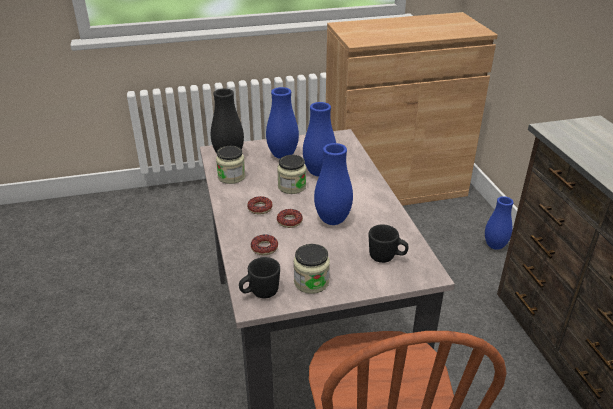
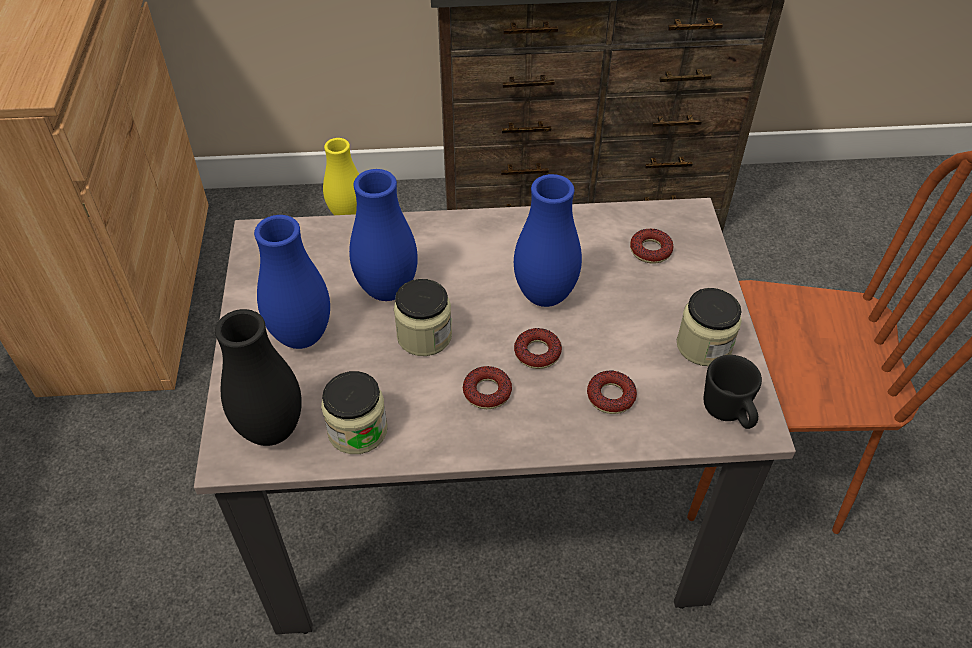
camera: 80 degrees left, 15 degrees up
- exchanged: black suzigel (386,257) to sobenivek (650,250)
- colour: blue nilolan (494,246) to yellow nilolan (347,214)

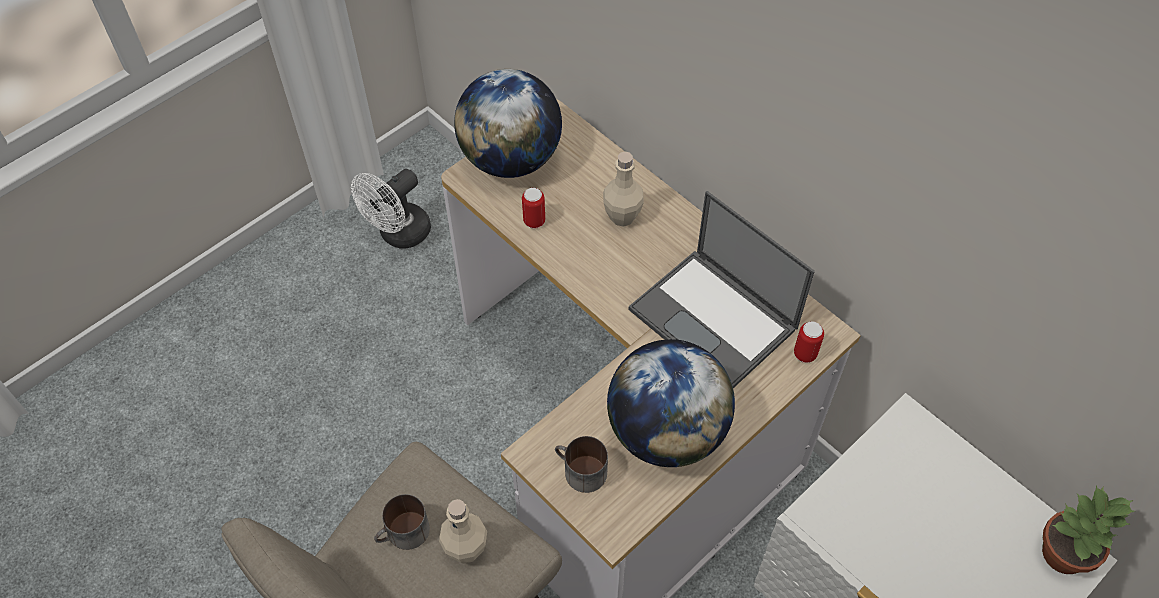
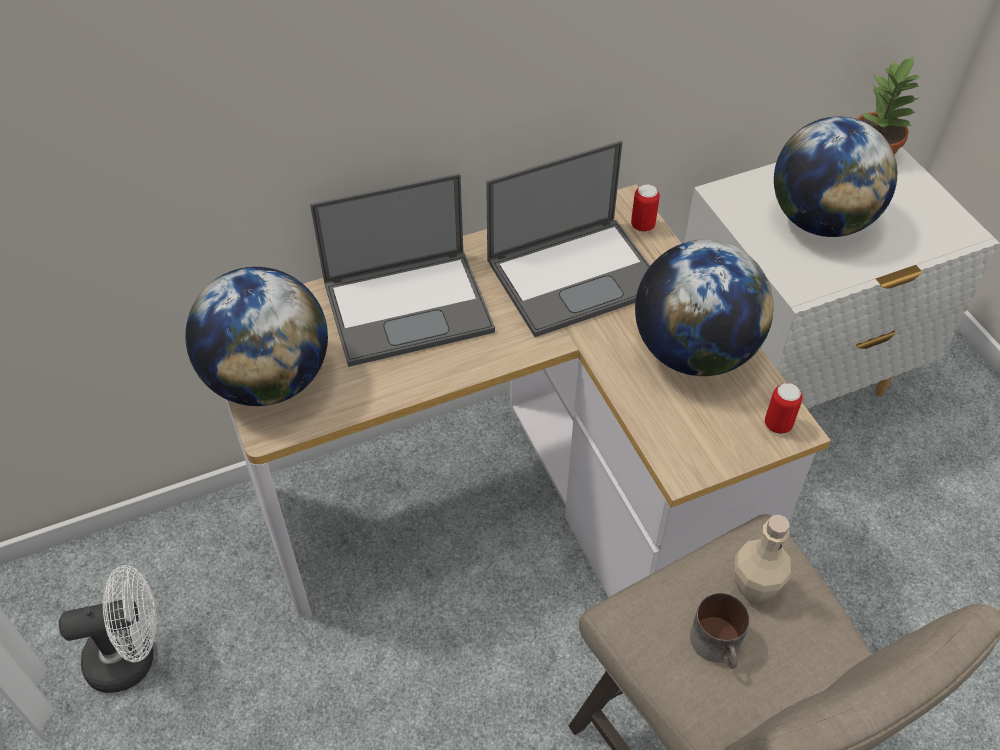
camera: 70 degrees left, 5 degrees down
- spun: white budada (399,235) = (132,657) 75 degrees counterclockwise
- relocated: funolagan (534,221) to (778,425)
- missing: suzigel (579,472)
- exchanged: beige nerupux (622,216) to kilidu (410,306)
- appeared: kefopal (820,220)

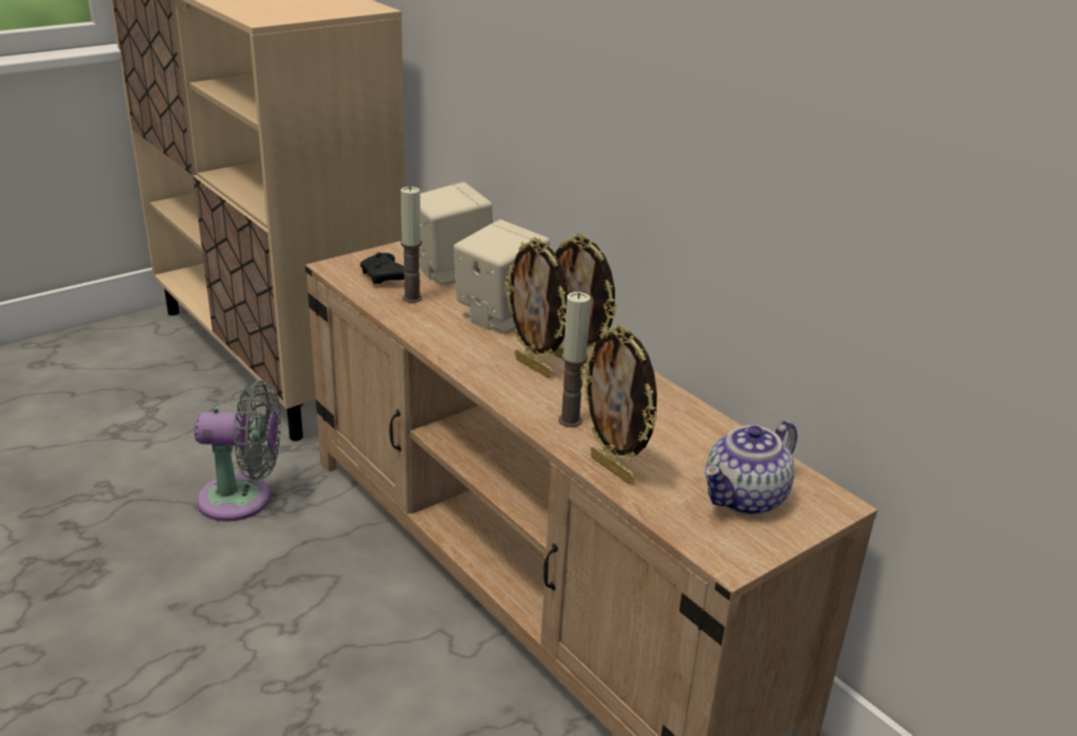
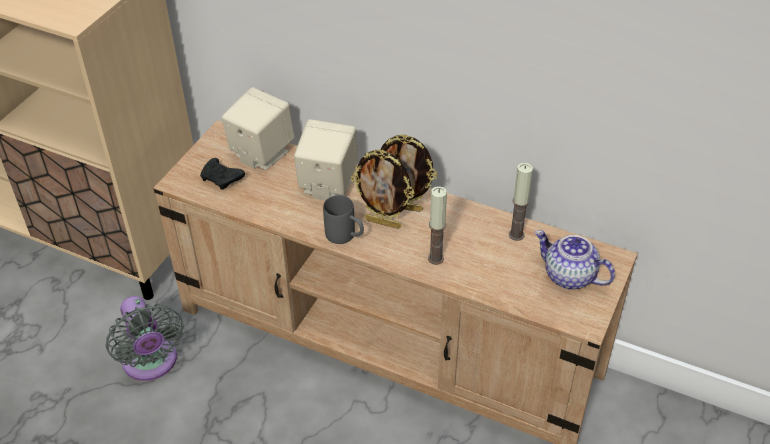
camera: 25 degrees left, 15 degrees up
- spun: grey budada (243,499) = (151,363) 90 degrees clockwise
- relocated: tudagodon (412,298) to (516,235)
- missing: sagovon (613,469)
- spun: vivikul (745,498) = (568,276) 105 degrees clockwise
- appeared: grey suzigel (345,237)

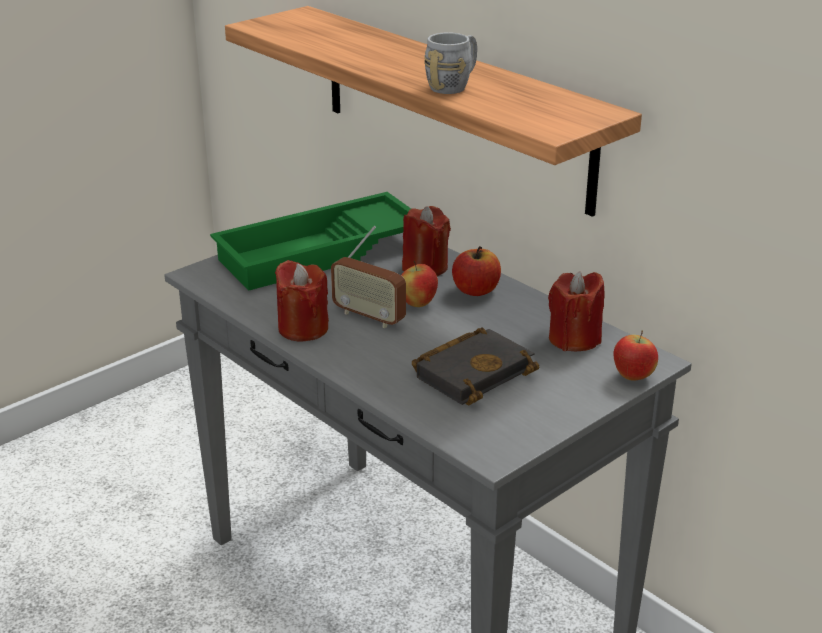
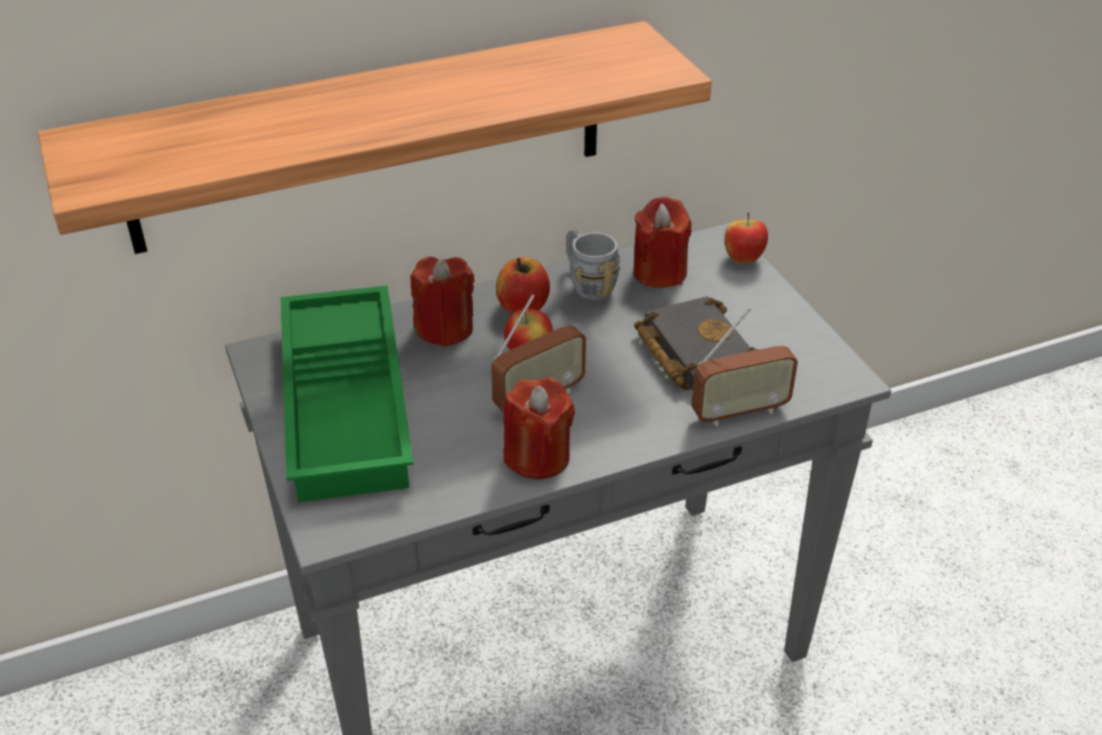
camera: 70 degrees left, 10 degrees up
- relocated: grey suzigel (454,85) to (587,283)
- appeared: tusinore (739,412)

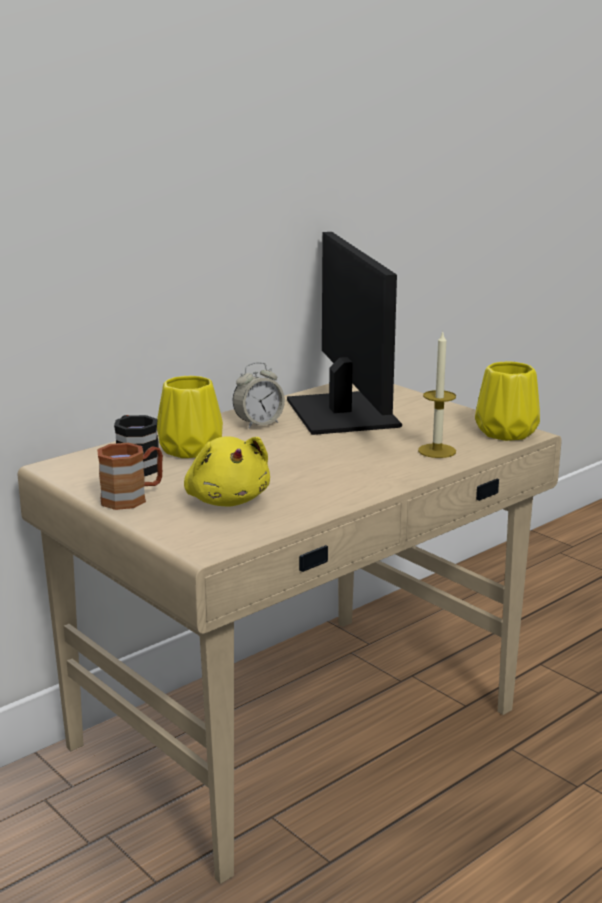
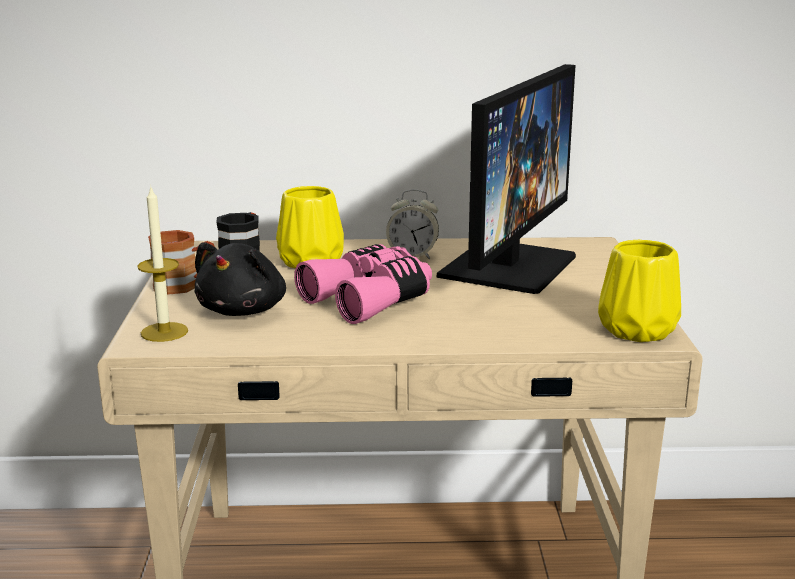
camera: 40 degrees right, 0 degrees up
- colour: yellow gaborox (227,500) to black gaborox (244,310)
- relocated: tudagodon (437,451) to (164,332)
- appeared: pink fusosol (370,299)

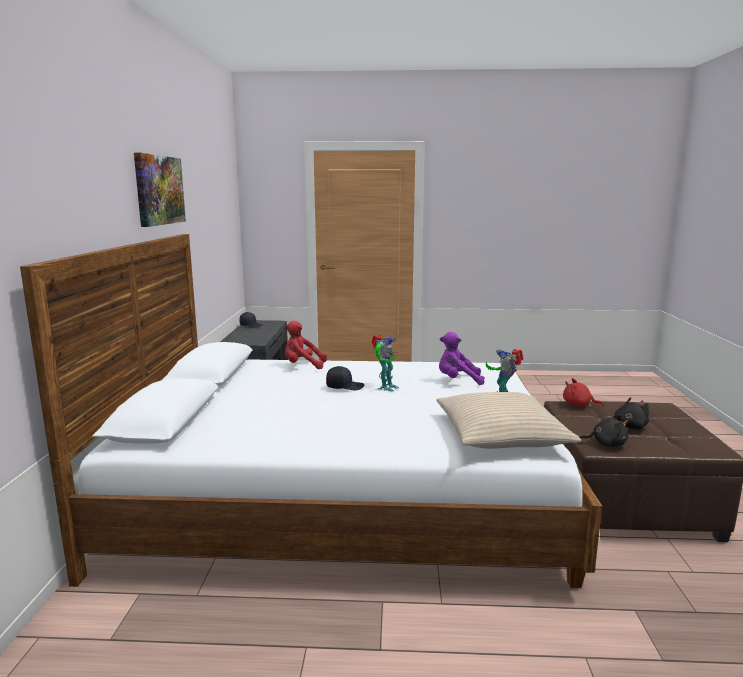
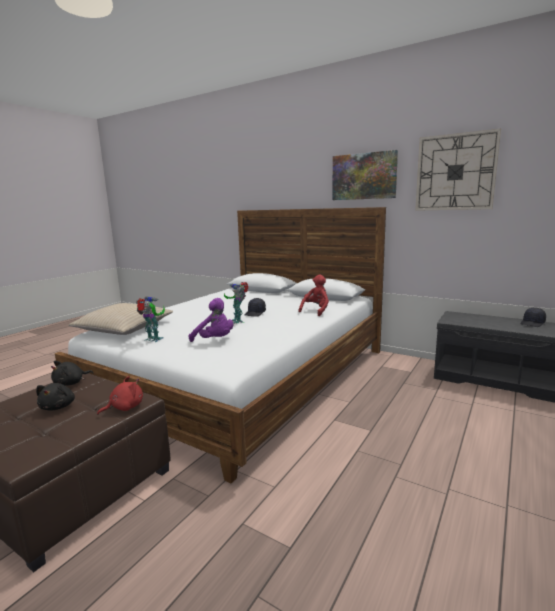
camera: 120 degrees right, 0 degrees up
- spun: purple gaborox (458,381) = (215,340) 90 degrees clockwise
- appeared: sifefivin (455,172)

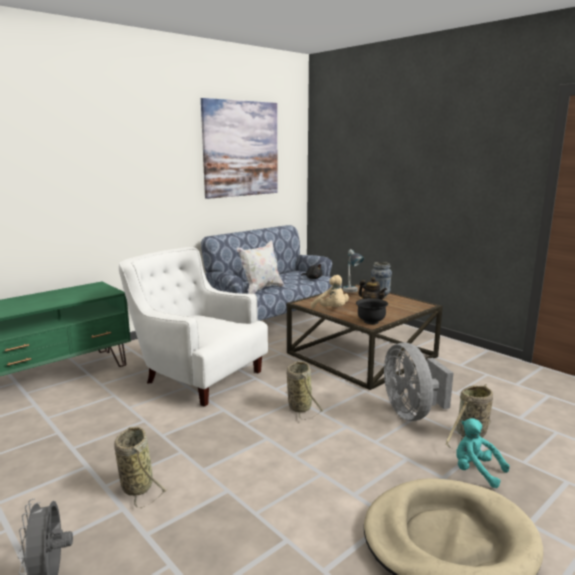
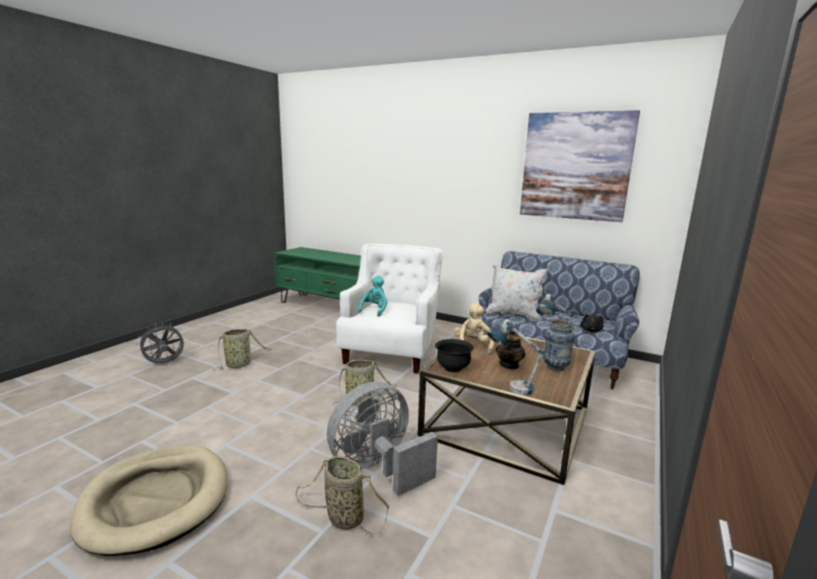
camera: 70 degrees right, 0 degrees up
- spun: beige gaborox (332,310) = (473,346) 150 degrees clockwise
- relocated: turquoise gaborox (476,471) to (374,310)
- appeared: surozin (510,388)

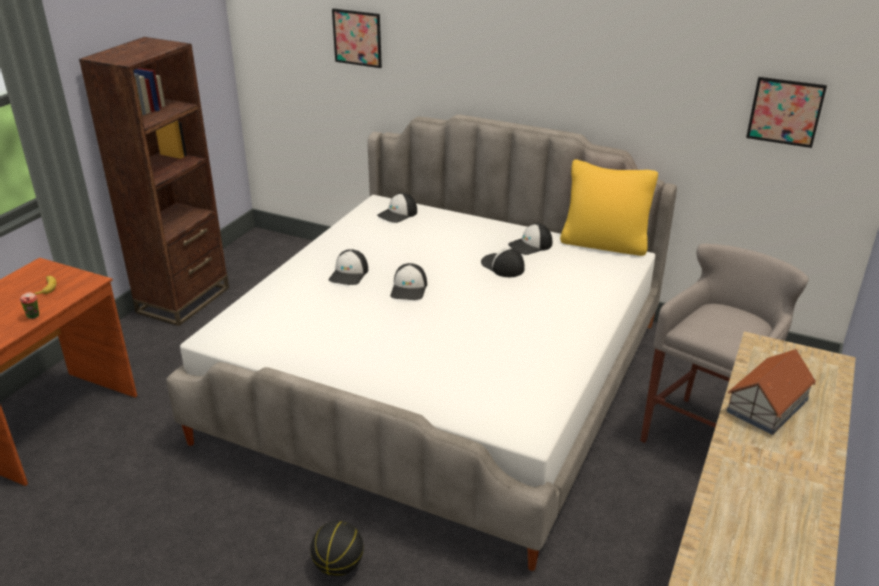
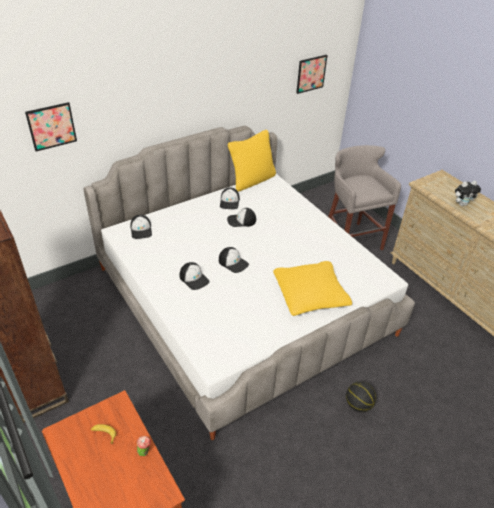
camera: 60 degrees left, 10 degrees up
- exchanged: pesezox (768,405) to gaborox (462,204)
- appeared: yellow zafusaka (310,295)

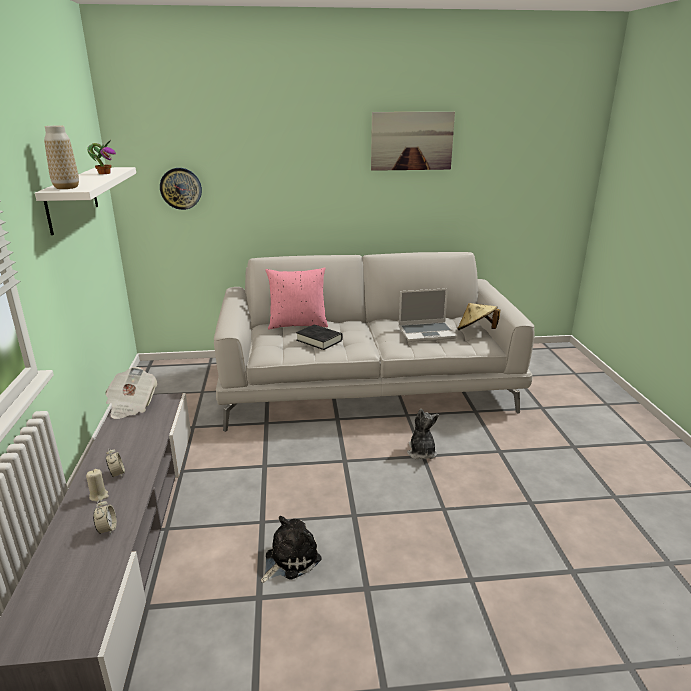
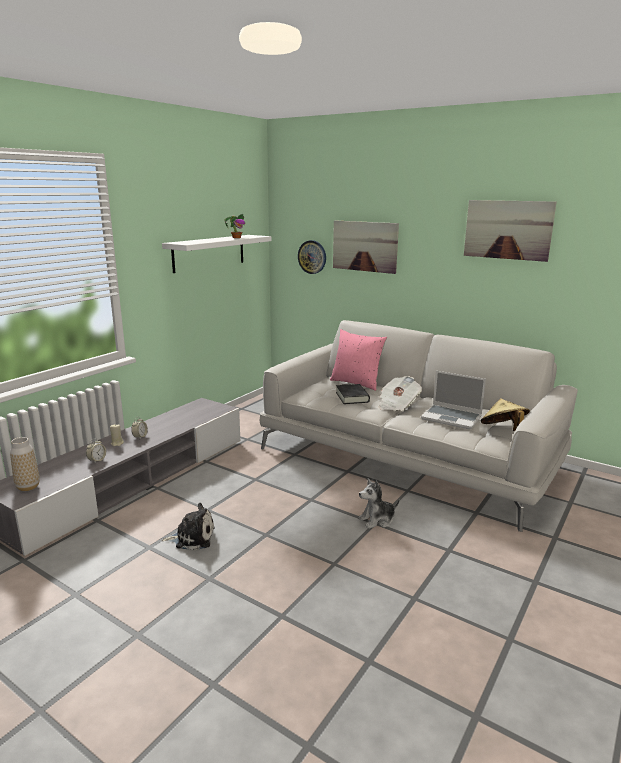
camera: 40 degrees right, 5 degrees down
- relocated: nilolan (66,188) to (28,487)
- relocated: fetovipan (131,405) to (397,405)
- spun: gaborox (421,452) = (377,520) 150 degrees counterclockwise
- appeared: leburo (364,246)

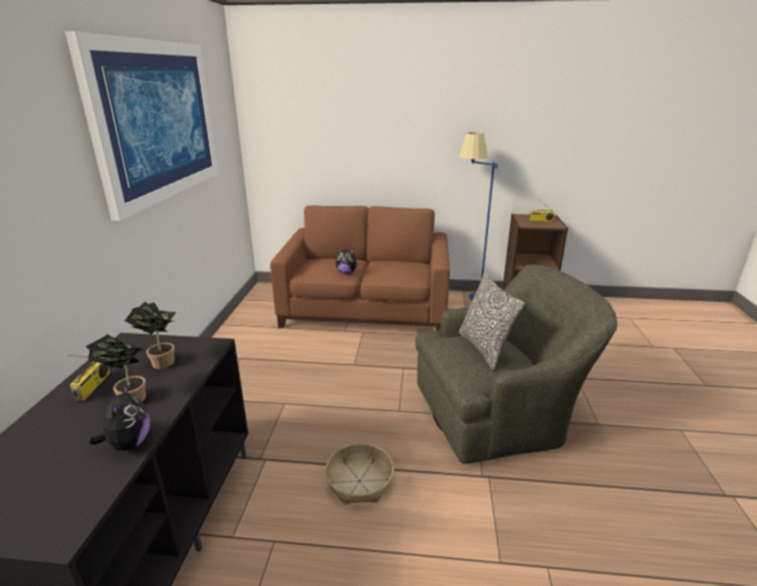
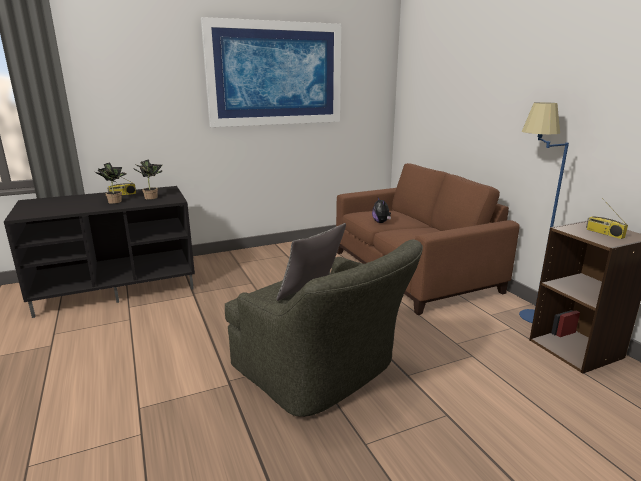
camera: 60 degrees right, 5 degrees down
- missing: gaborox (129,443)
- missing: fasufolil (359,481)

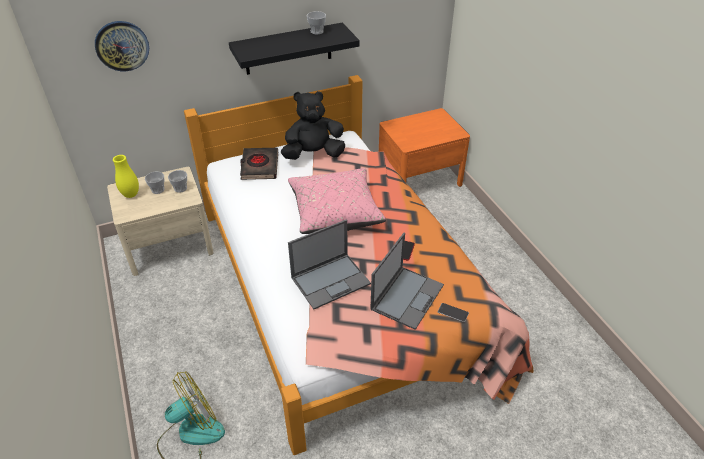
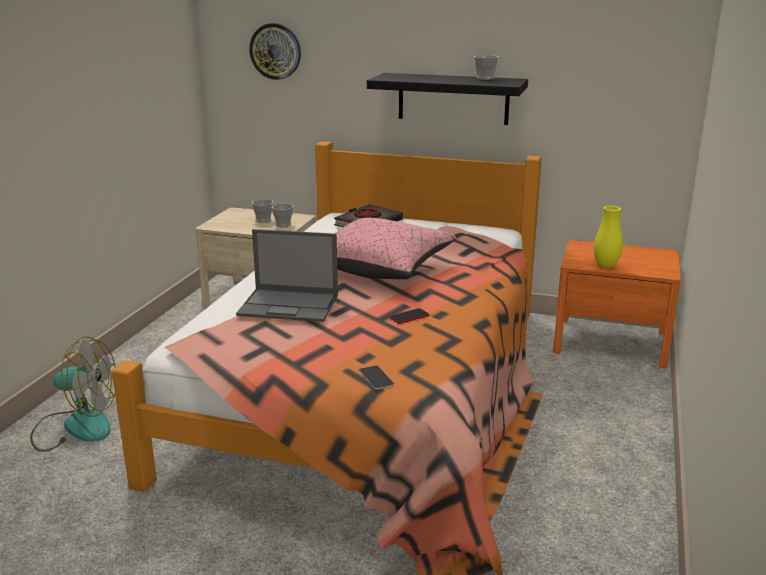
camera: 40 degrees right, 20 degrees down
- relocated: yellow nilolan (131,195) to (605,266)
- missing: black gaborox (313,154)
- missing: kilidu (407,296)

